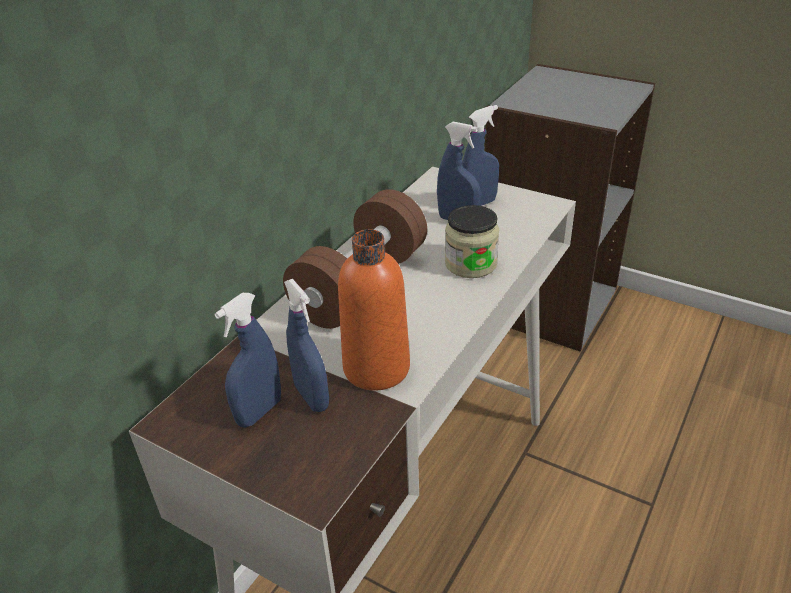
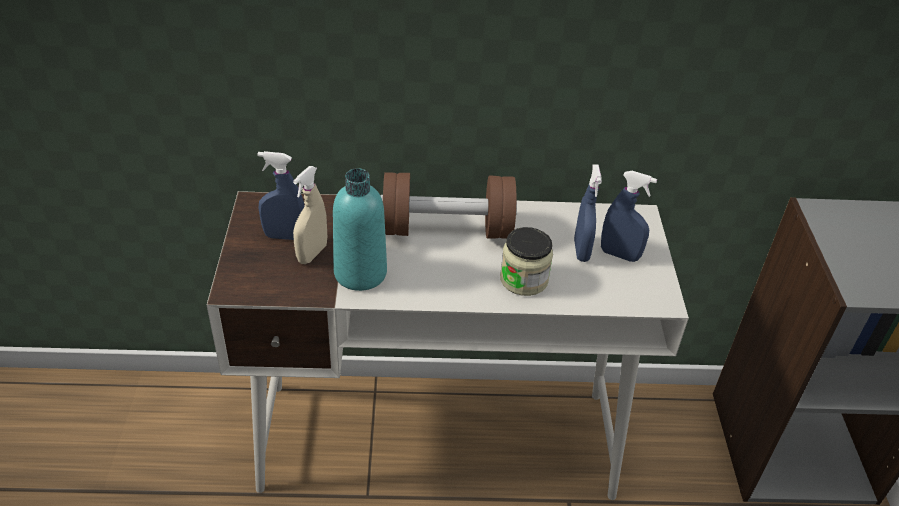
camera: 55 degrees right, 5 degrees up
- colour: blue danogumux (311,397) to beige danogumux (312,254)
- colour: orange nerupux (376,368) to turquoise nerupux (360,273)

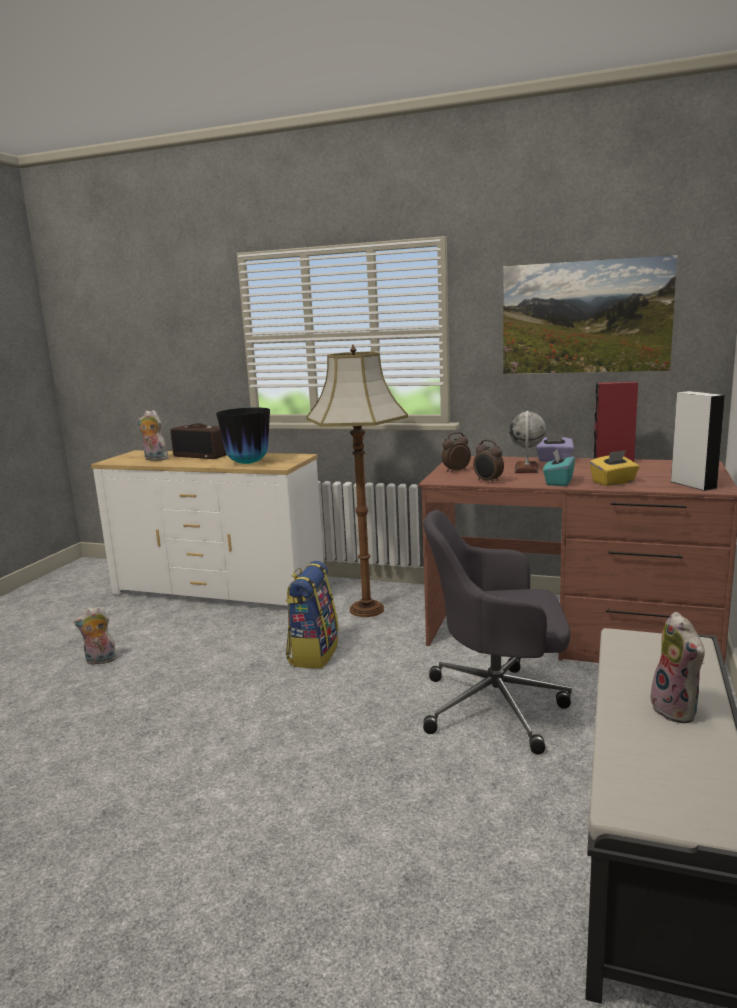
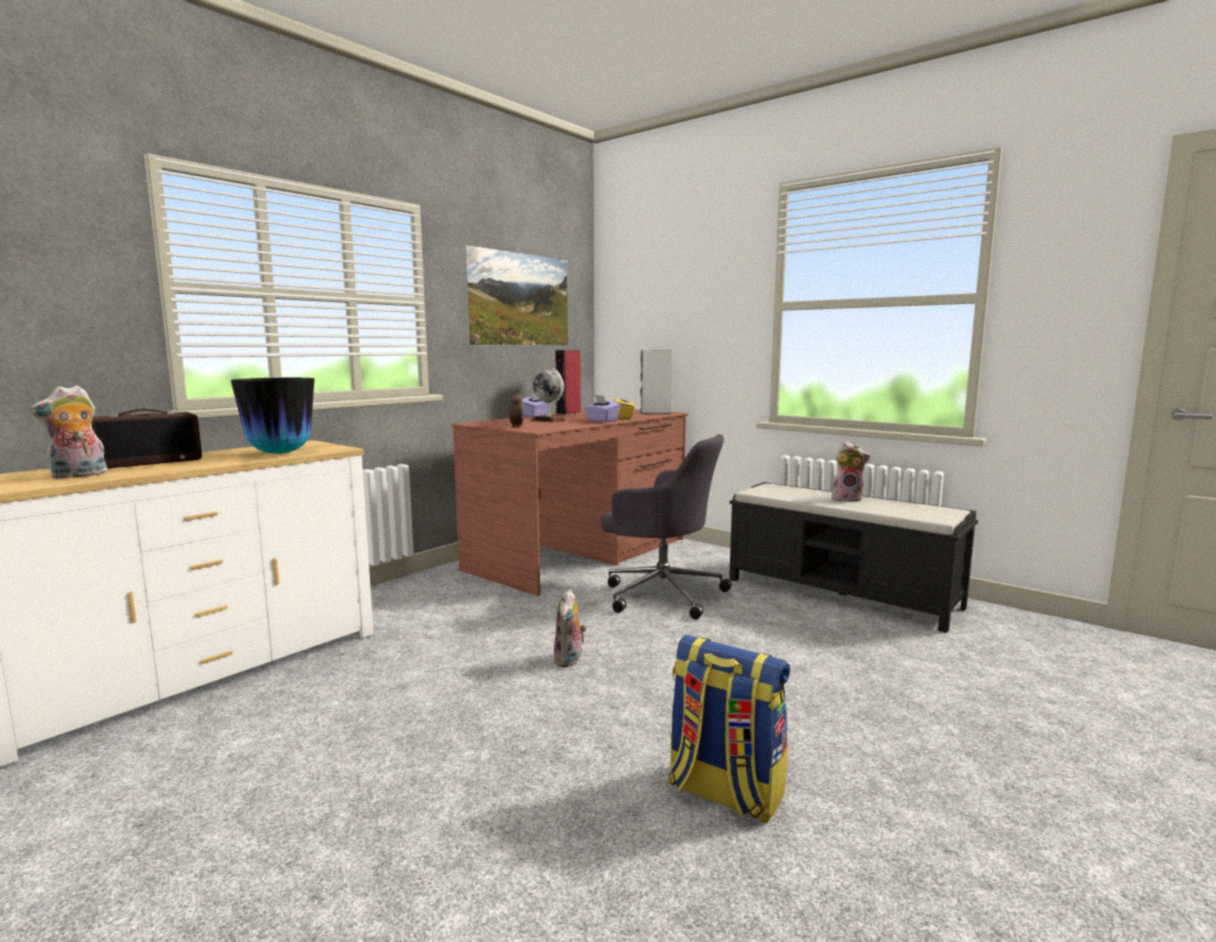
camera: 70 degrees left, 5 degrees down
- relocated: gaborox (100,661) to (570,660)
- relocated: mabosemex (313,653) to (724,792)
- missing: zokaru (367,609)
- spun: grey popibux (498,706) = (661,593) 90 degrees counterclockwise
- missing: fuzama (488,481)
- colour: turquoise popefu (558,482) to purple popefu (601,420)

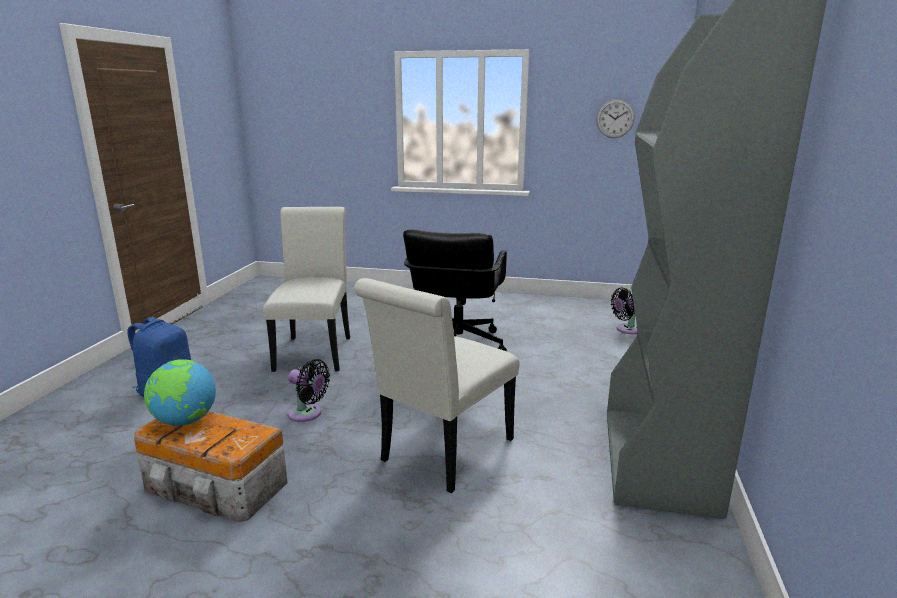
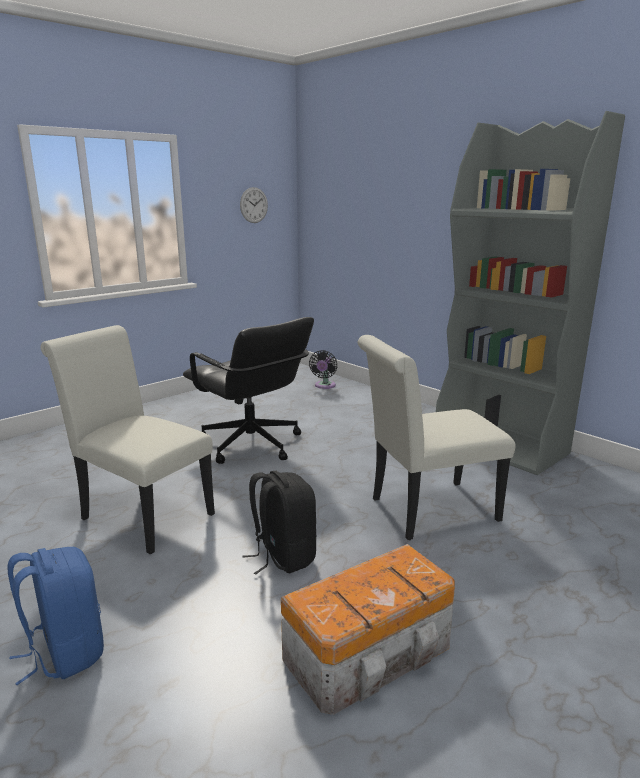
camera: 55 degrees left, 0 degrees up
- missing: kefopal (185,421)
- exchanged: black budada (307,414) to black mabosemex (282,556)
- spun: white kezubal (442,454) = (426,511) 90 degrees clockwise

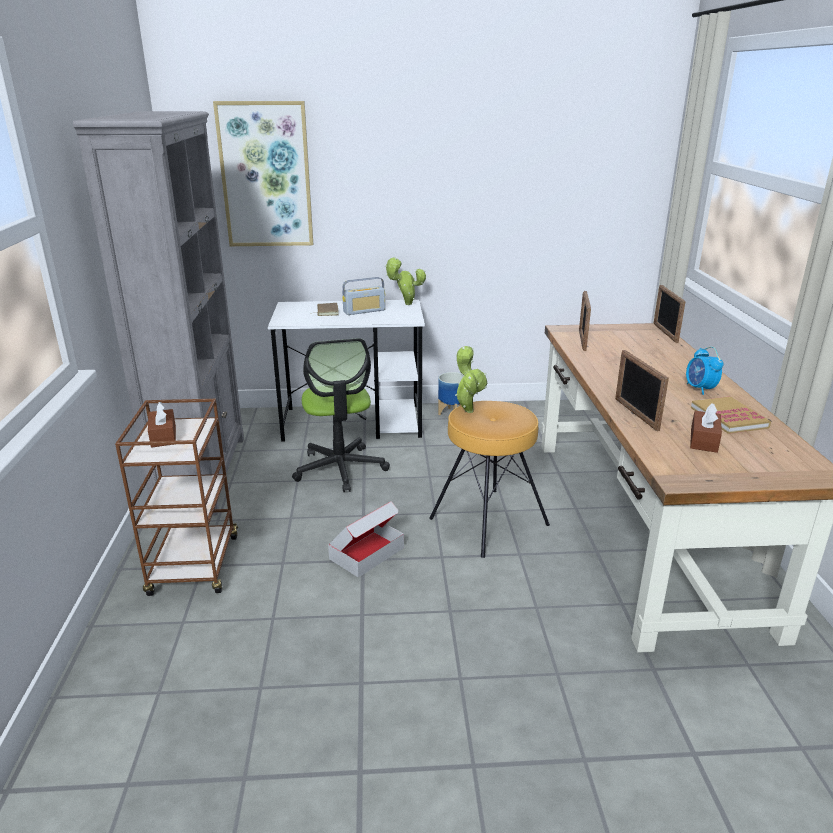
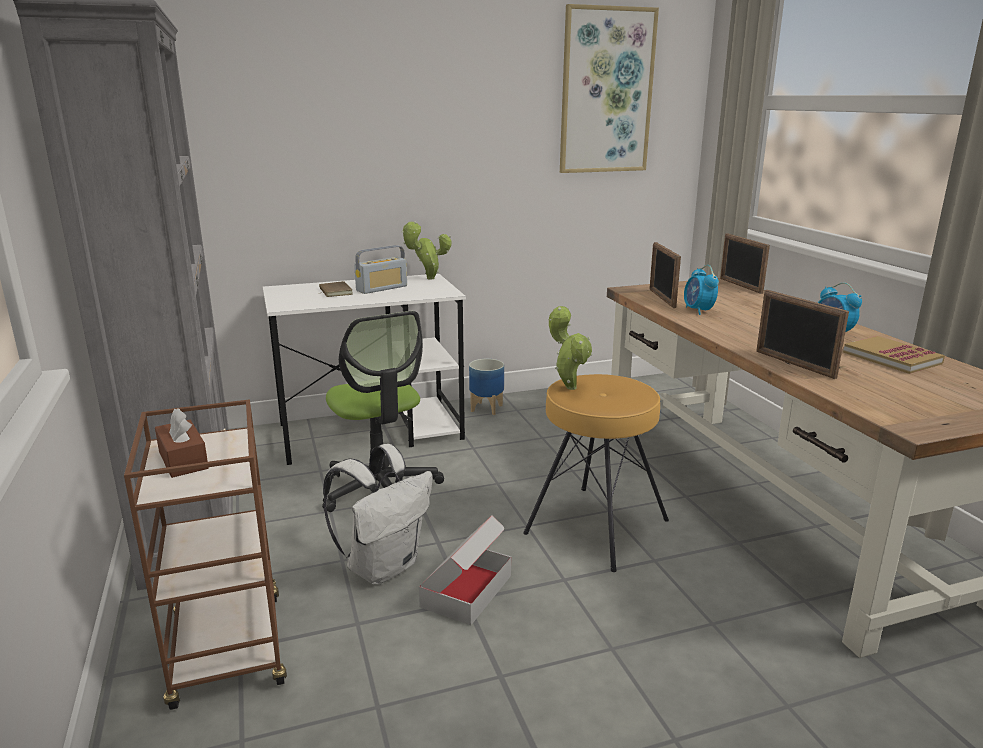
camera: 15 degrees left, 5 degrees down
- relocated: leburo (266,175) to (606,91)
- missing: brown popefu (703,440)
- appeared: white mabosemex (383,566)
- appeared: fuzama (698,311)

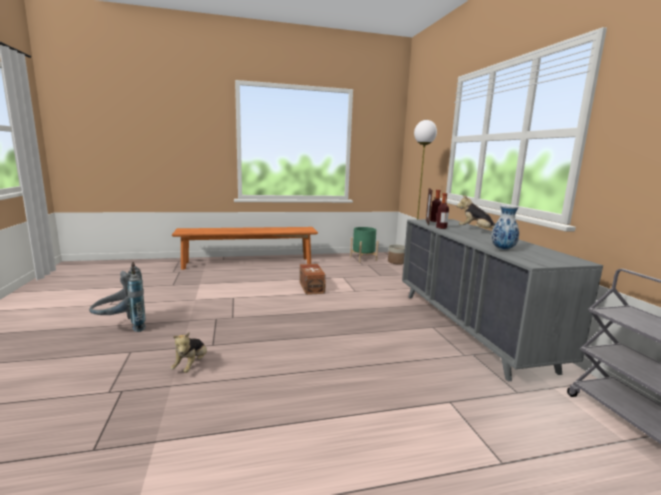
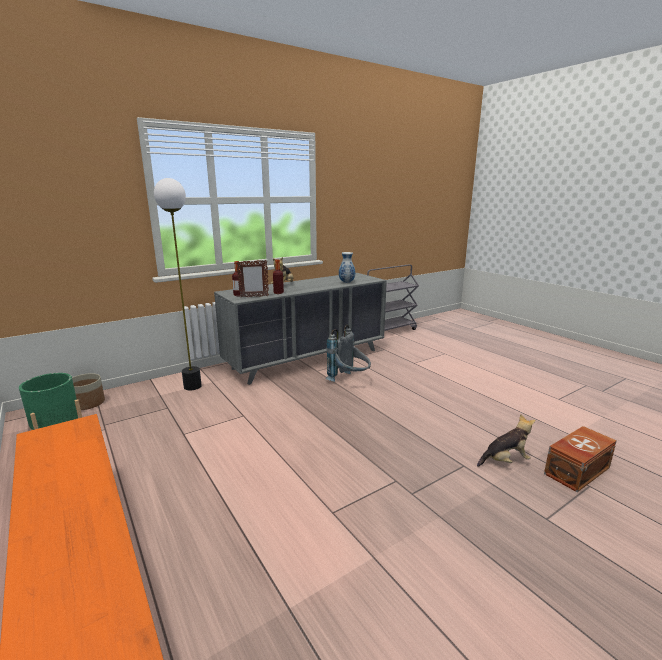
camera: 110 degrees left, 5 degrees up
- relocated: grey mabosemex (122,327) to (349,381)
- relocated: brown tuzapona (312,287) to (575,470)

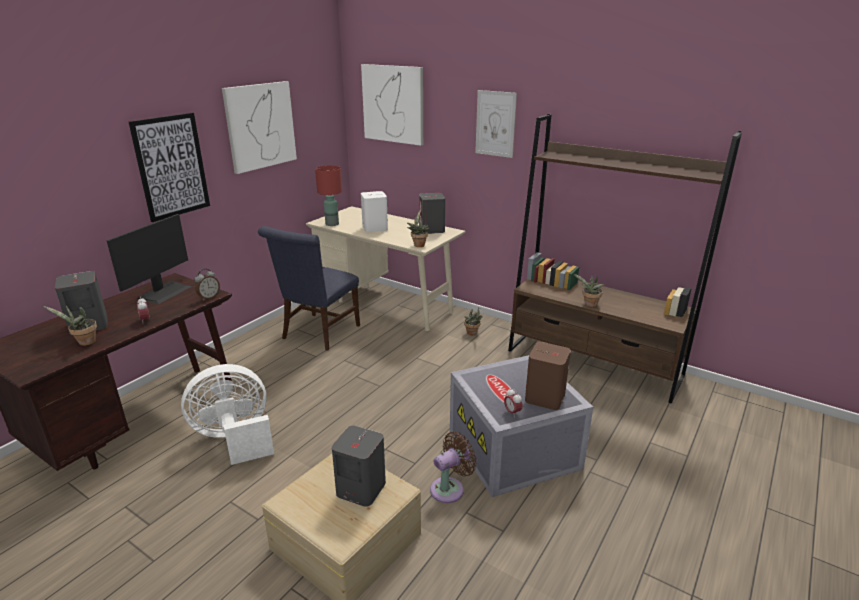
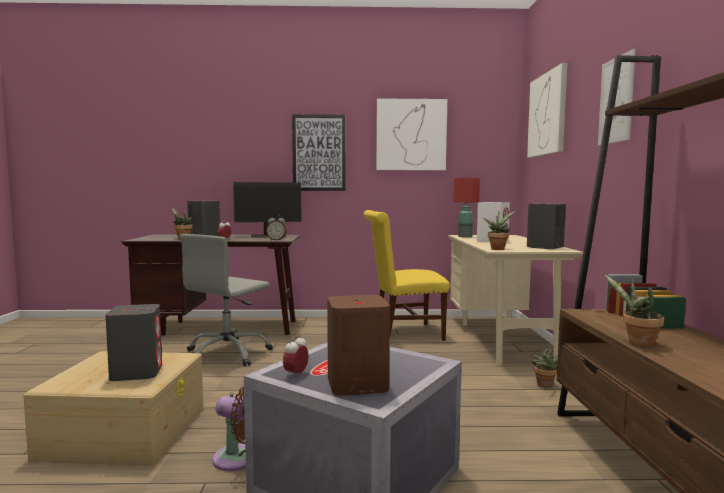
camera: 55 degrees right, 20 degrees down
- exchanged: white budada (235,439) to grey popibux (227,354)
- colour: blue kezubal (318,334) to yellow kezubal (402,333)

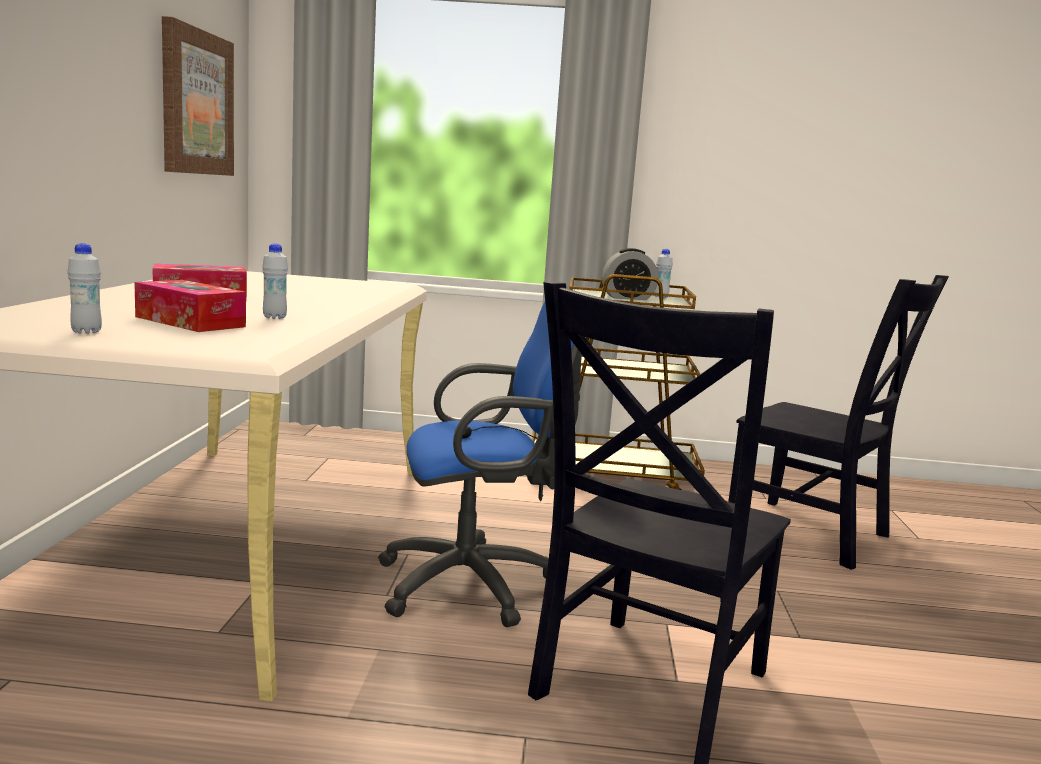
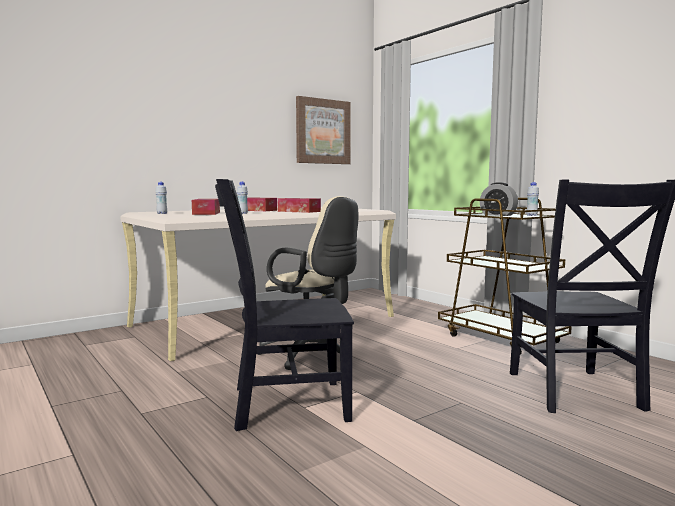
camera: 50 degrees right, 5 degrees down
- colour: blue popibux (476,585) to beige popibux (311,355)
- appeared: popefu (299,211)

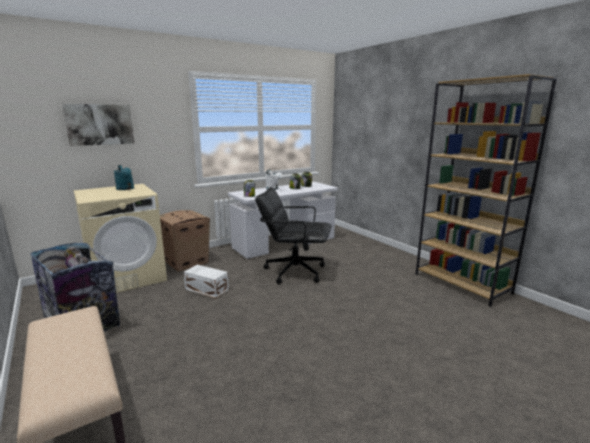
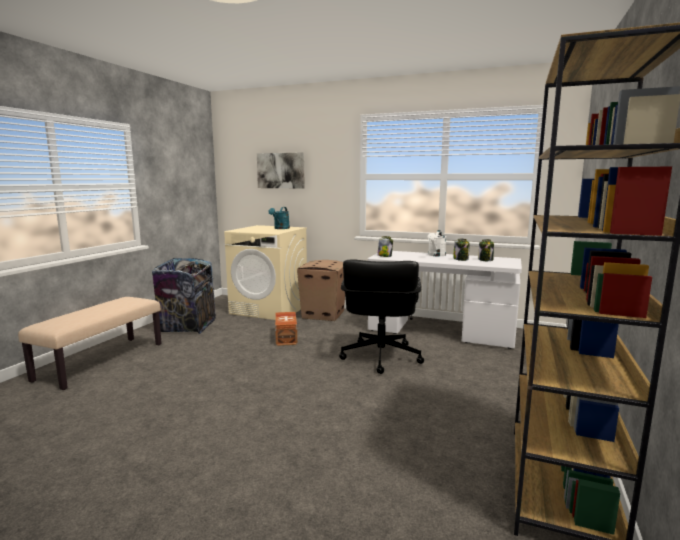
camera: 55 degrees right, 5 degrees down
- colour: white tuzapona (206,289) to brown tuzapona (287,337)
- spun: black popibux (294,271) = (380,357) 150 degrees counterclockwise

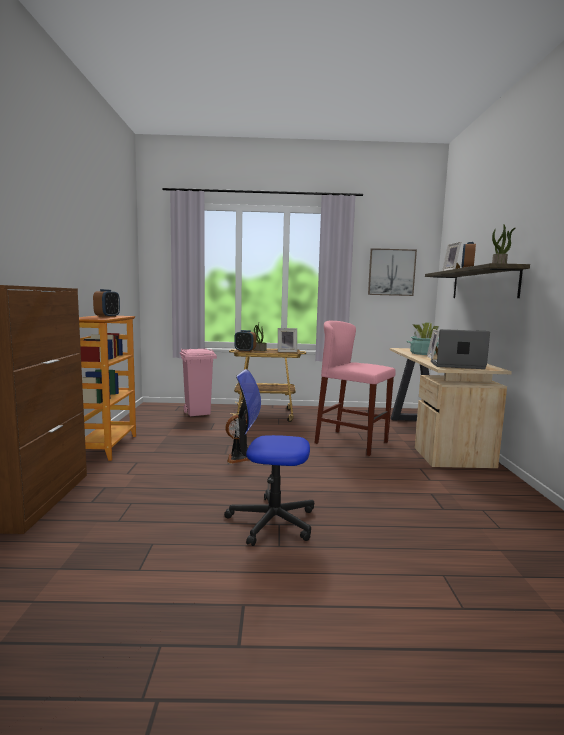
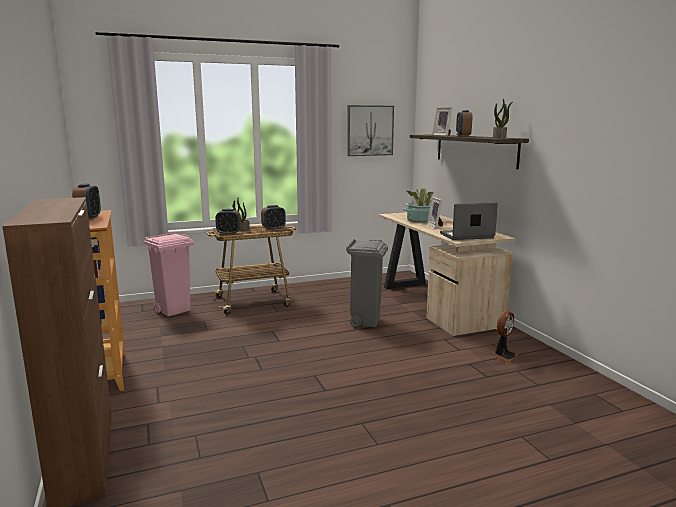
camera: 20 degrees left, 5 degrees up
- missing: popibux (271,521)
- relocated: budada (237,458) to (504,356)
- exchanged: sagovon (286,351) to fuzama (273,228)
- exchanged: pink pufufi (352,442) to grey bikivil (366,321)

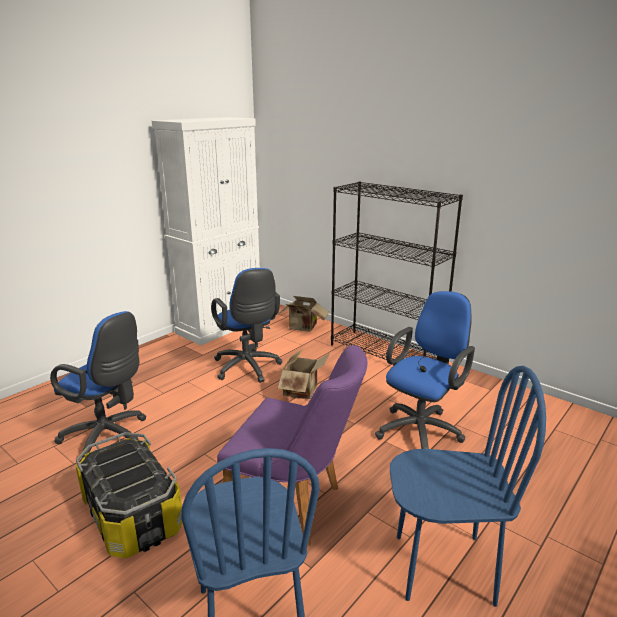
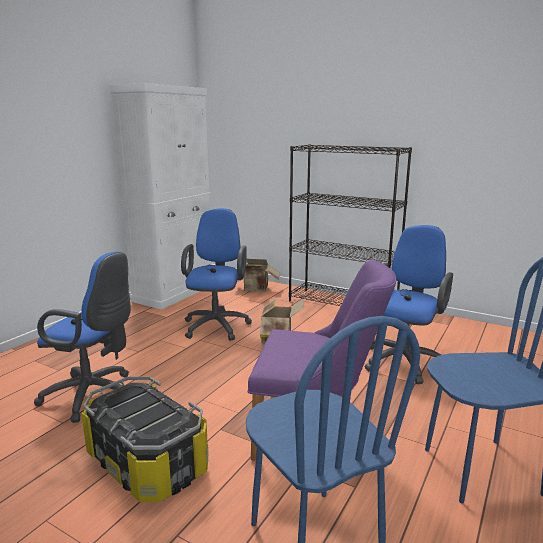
camera: 10 degrees left, 5 degrees down
- spun: blue popibux (248,368) = (217,325) 135 degrees counterclockwise

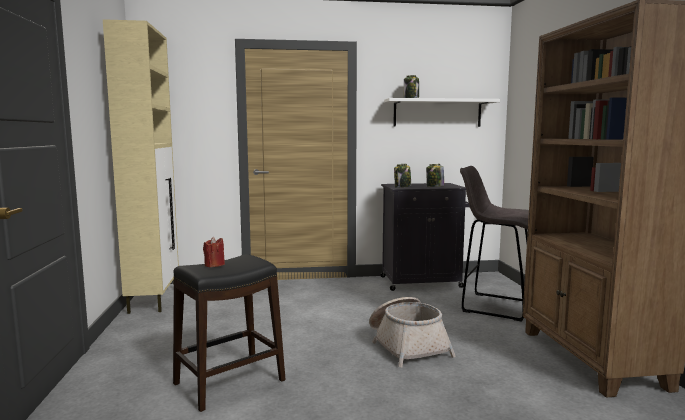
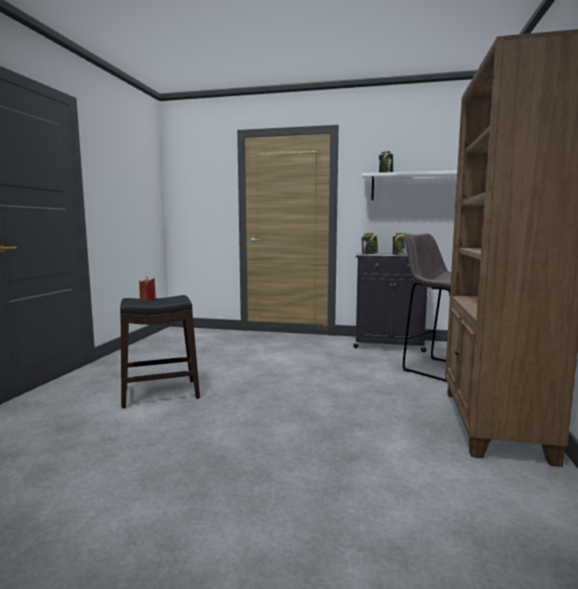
camera: 20 degrees right, 0 degrees up
- missing: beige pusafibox (154,299)
- missing: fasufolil (407,345)

